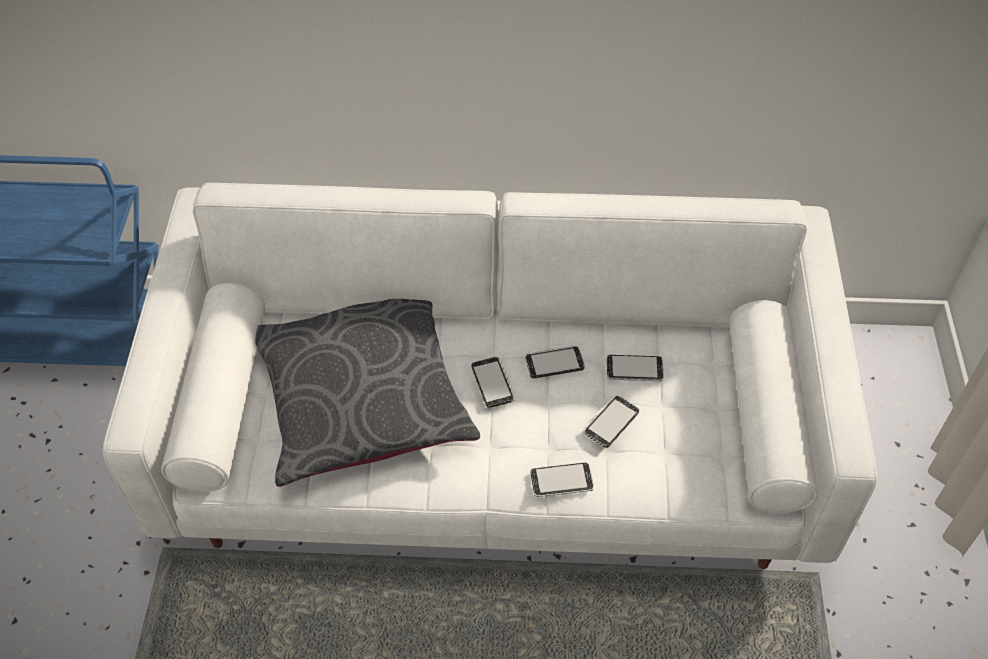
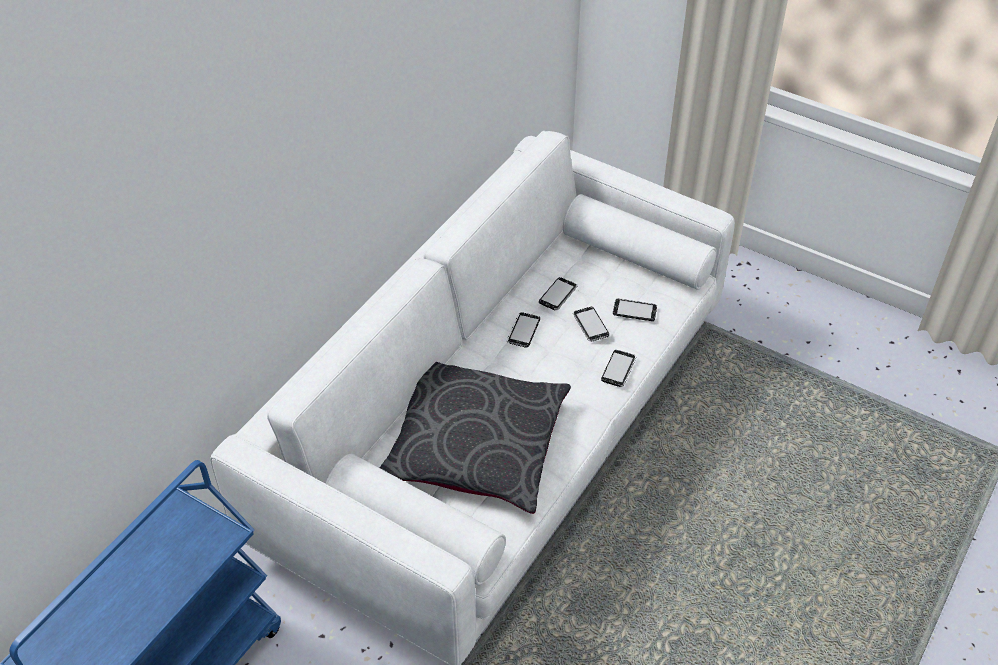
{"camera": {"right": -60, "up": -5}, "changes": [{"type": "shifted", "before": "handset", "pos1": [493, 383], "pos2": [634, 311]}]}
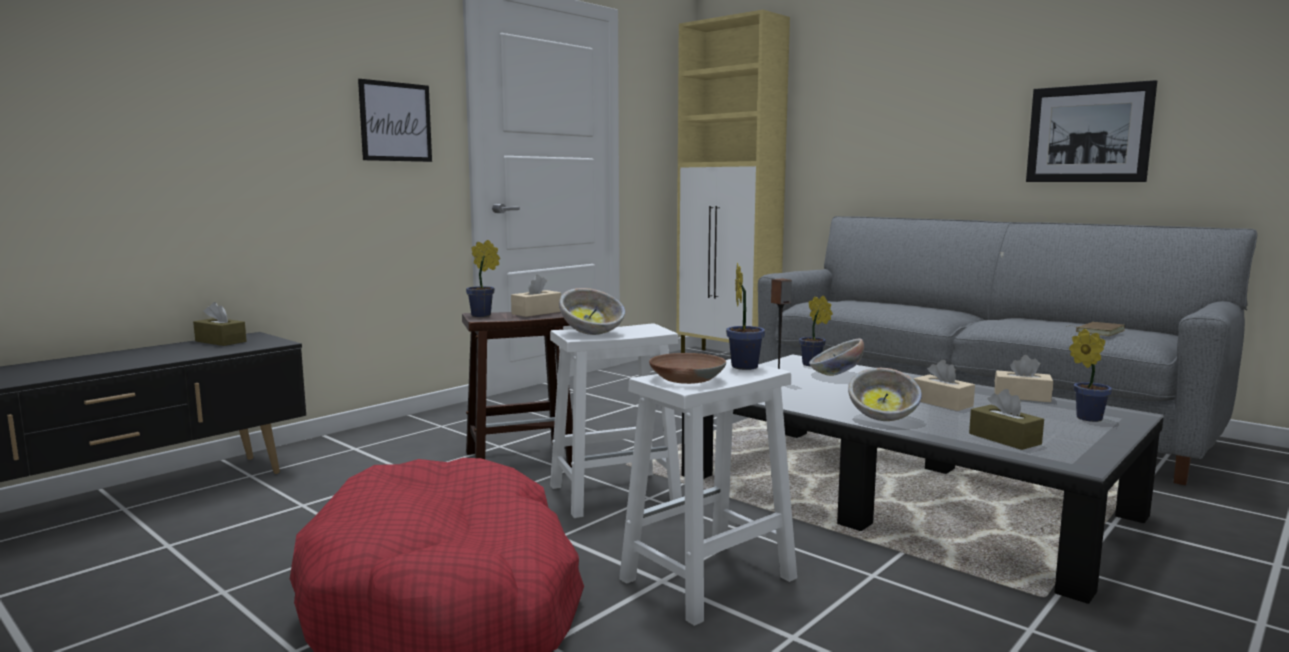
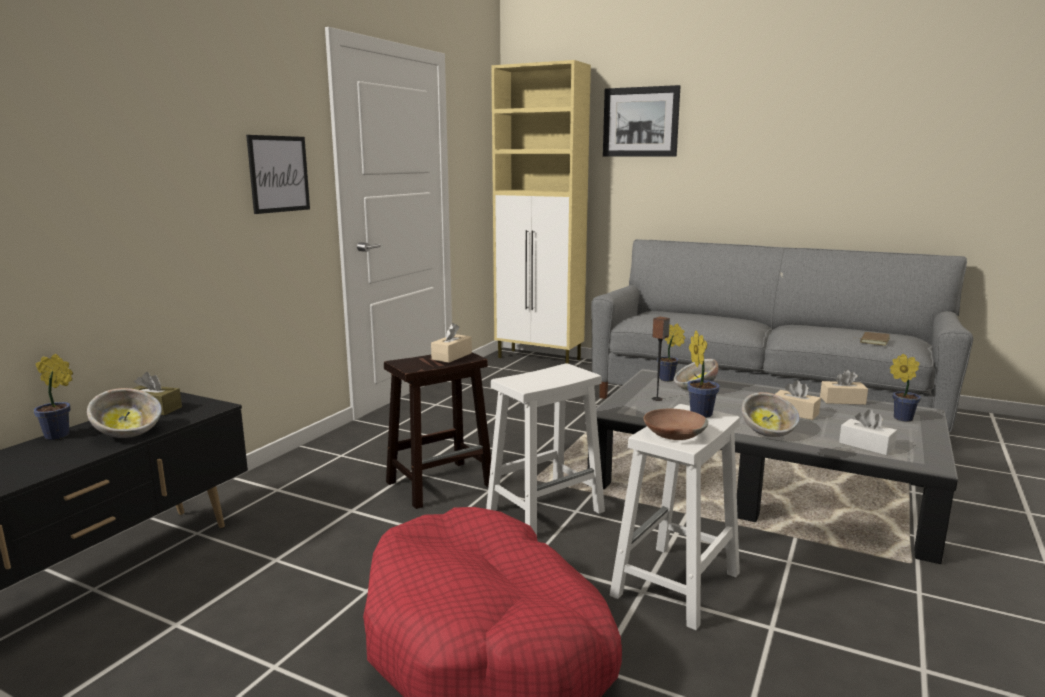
{"camera": {"right": -15, "up": 5}, "changes": [{"type": "shifted", "before": "picture", "pos1": [1088, 134], "pos2": [640, 122]}, {"type": "shifted", "before": "plant in a pot", "pos1": [483, 315], "pos2": [60, 436]}, {"type": "shifted", "before": "deep dish", "pos1": [592, 333], "pos2": [129, 434]}, {"type": "repainted", "before": "tissue holder in brown", "after": "tissue holder in whitish", "pos1": [1004, 439], "pos2": [866, 445]}]}
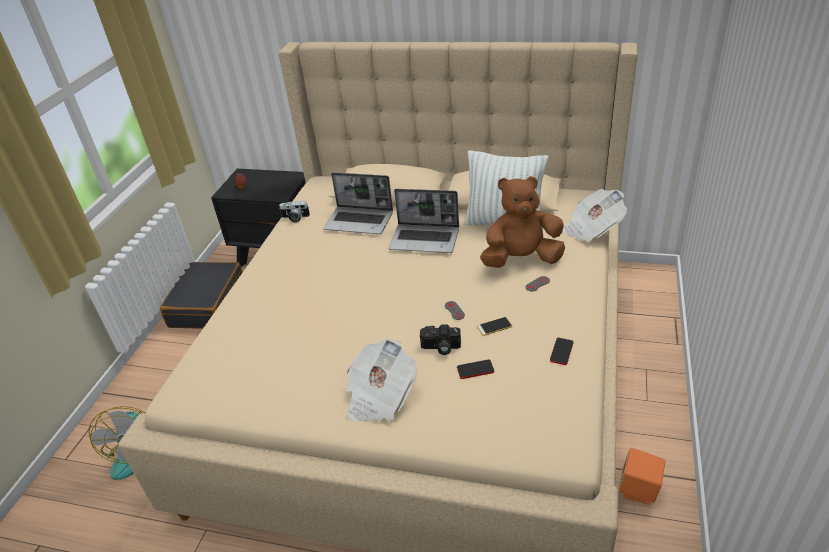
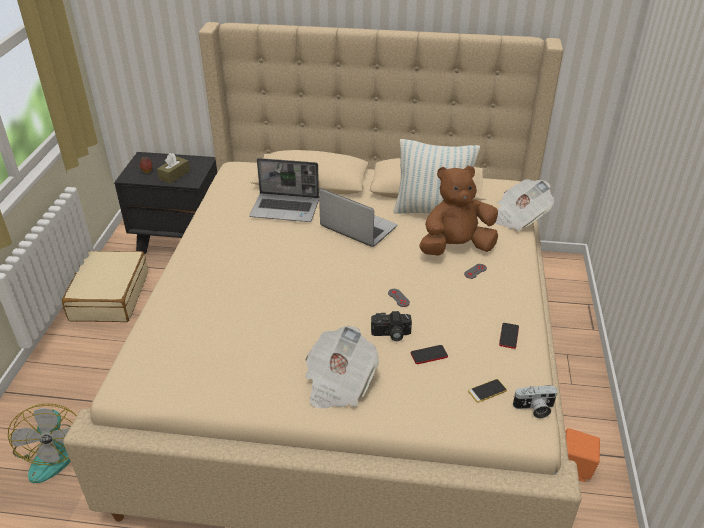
{"camera": {"right": -10, "up": 0}, "changes": [{"type": "rotated", "before": "portable computer", "pos1": [425, 239], "pos2": [357, 227], "turn": -150}, {"type": "shifted", "before": "photo camera", "pos1": [295, 218], "pos2": [534, 409]}, {"type": "repainted", "before": "travel case in black", "after": "travel case in sand-coloured", "pos1": [207, 304], "pos2": [109, 296]}, {"type": "shifted", "before": "handset", "pos1": [494, 326], "pos2": [487, 391]}, {"type": "new", "after": "tissue holder in brown", "pos2": [174, 175]}]}
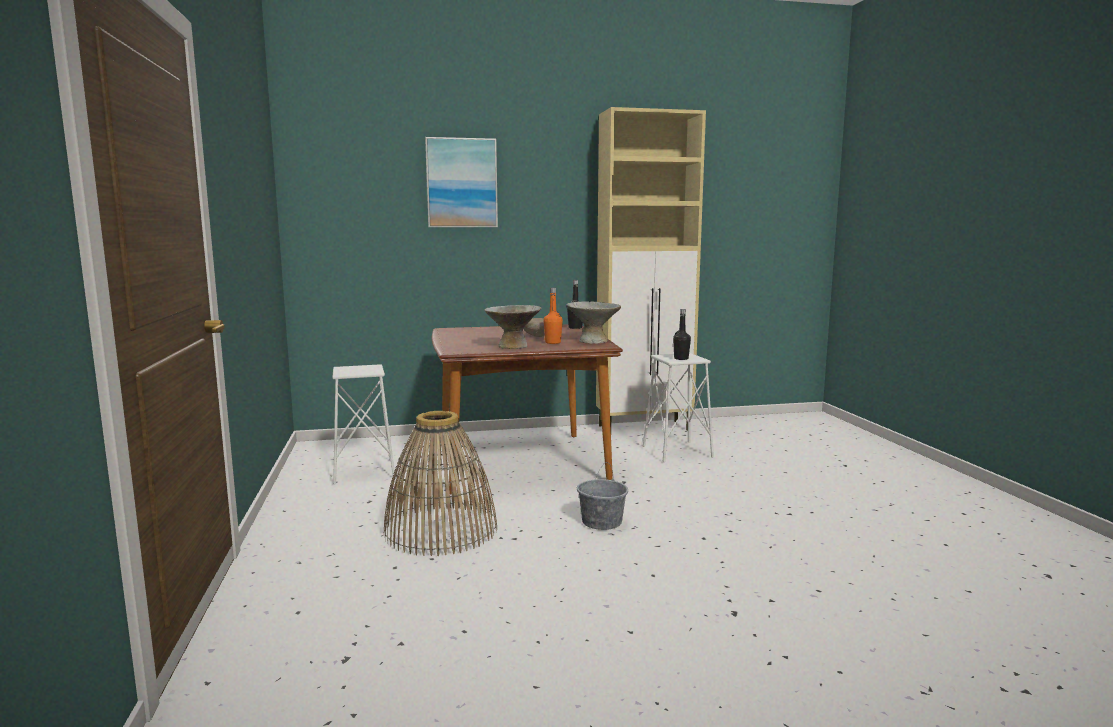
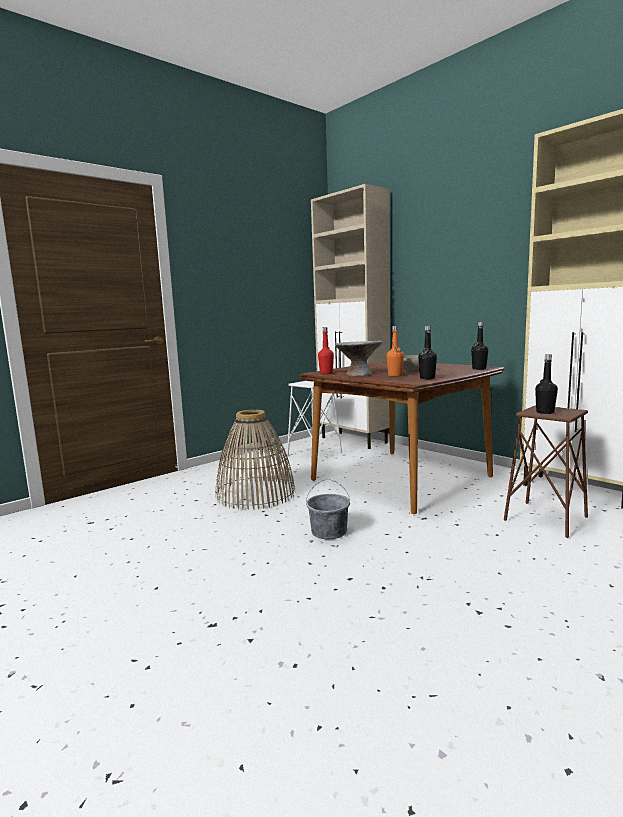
{"camera": {"right": 60, "up": 0}, "changes": [{"type": "gone", "before": "picture", "pos1": [461, 183]}, {"type": "swapped", "before": "deep dish in gray", "after": "beverage bottle in black", "pos1": [593, 341], "pos2": [427, 378]}, {"type": "repainted", "before": "stool seat in whitish", "after": "stool seat in brown", "pos1": [677, 452], "pos2": [545, 519]}, {"type": "new", "after": "storage cabinet in sand-coloured", "pos2": [354, 440]}, {"type": "new", "after": "beverage bottle in red", "pos2": [326, 373]}]}
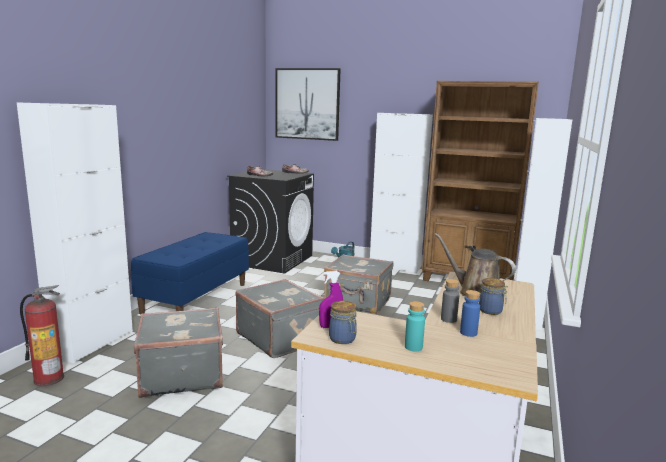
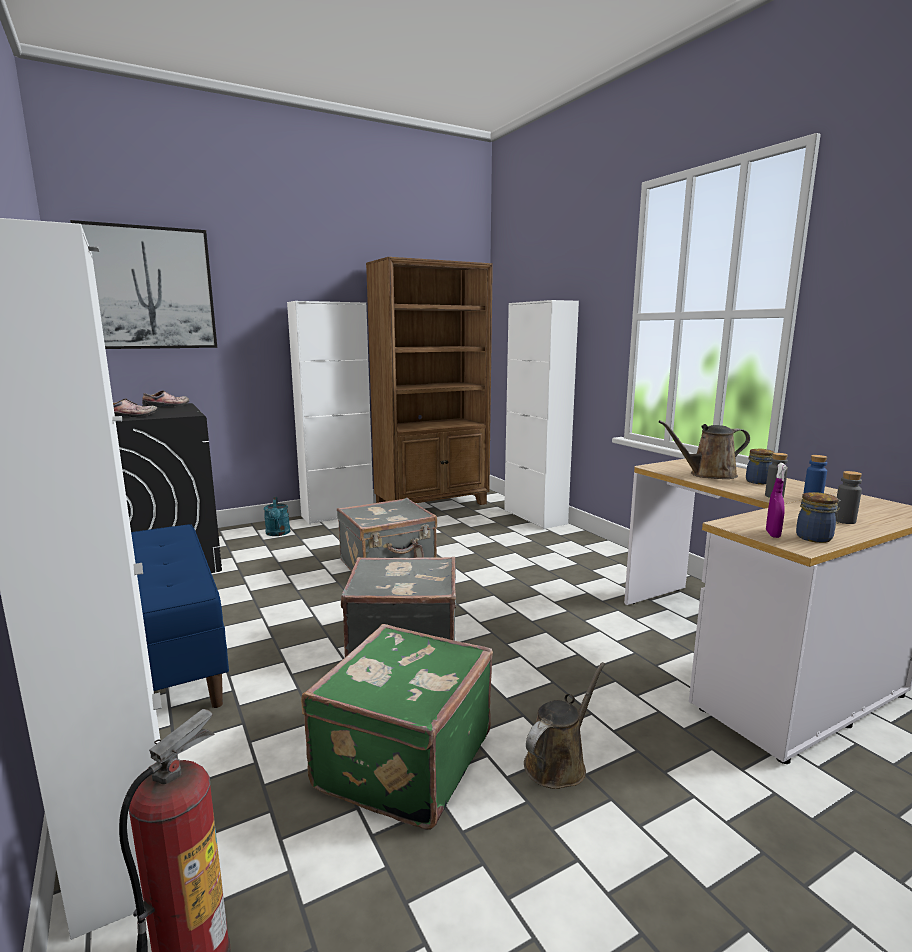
{"camera": {"right": -50, "up": 0}, "changes": [{"type": "repainted", "before": "beverage bottle in blue-green", "after": "beverage bottle in gray", "pos1": [413, 347], "pos2": [844, 521]}, {"type": "repainted", "before": "travel case in gray", "after": "travel case in green-coloured", "pos1": [181, 374], "pos2": [401, 760]}, {"type": "new", "after": "watering pot in brown", "pos2": [558, 763]}]}
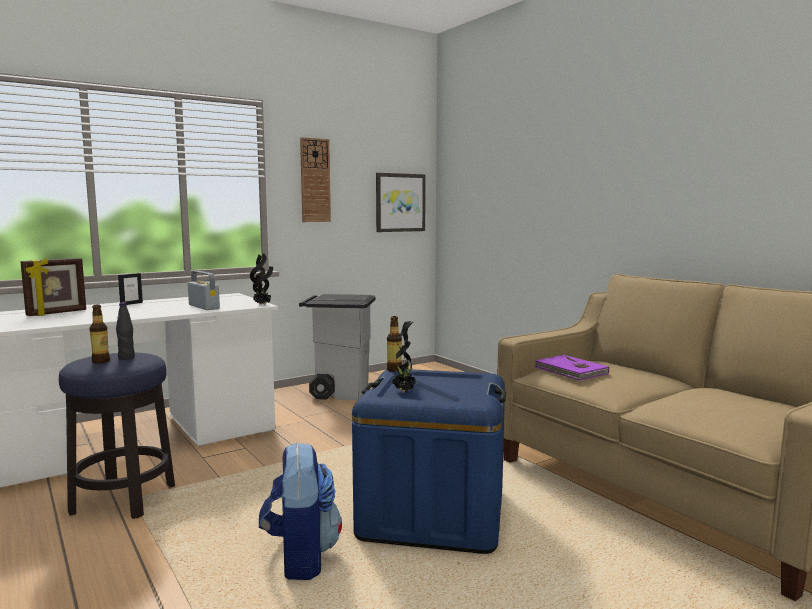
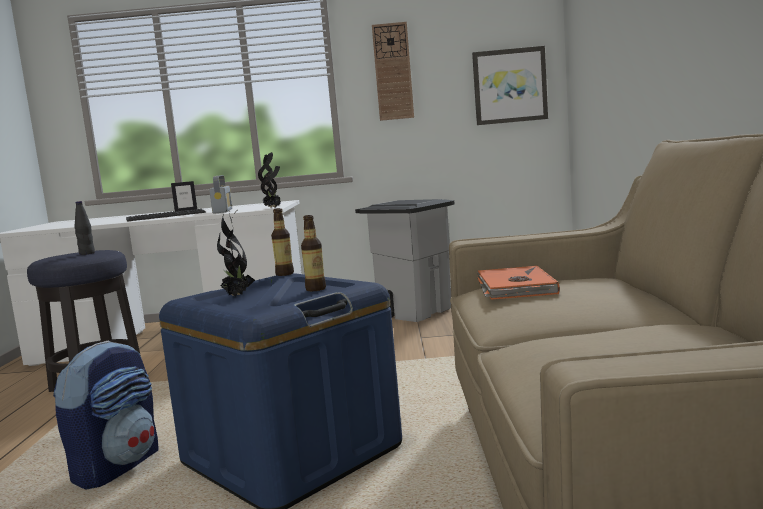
{"camera": {"right": 35, "up": 0}, "changes": [{"type": "gone", "before": "picture frame", "pos1": [57, 313]}, {"type": "shifted", "before": "beverage bottle", "pos1": [101, 361], "pos2": [316, 289]}, {"type": "repainted", "before": "volume in purplish", "after": "volume in orangey", "pos1": [570, 371], "pos2": [514, 287]}, {"type": "new", "after": "computer keyboard", "pos2": [166, 216]}]}
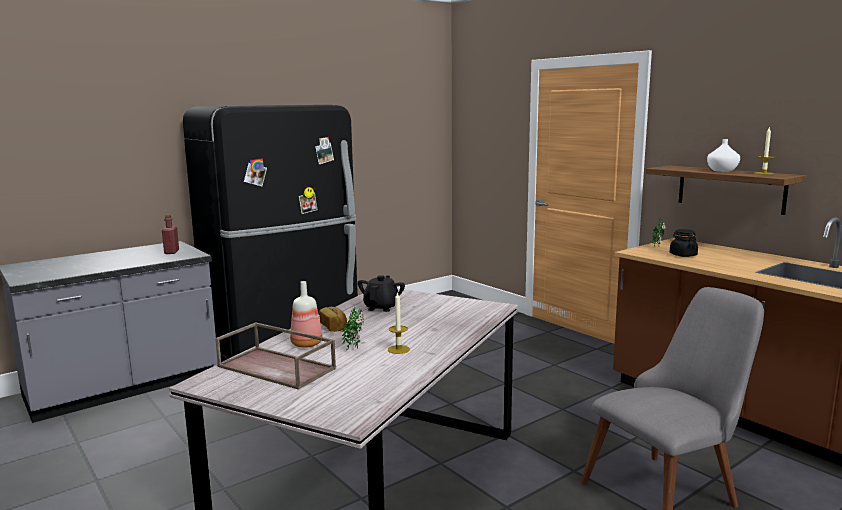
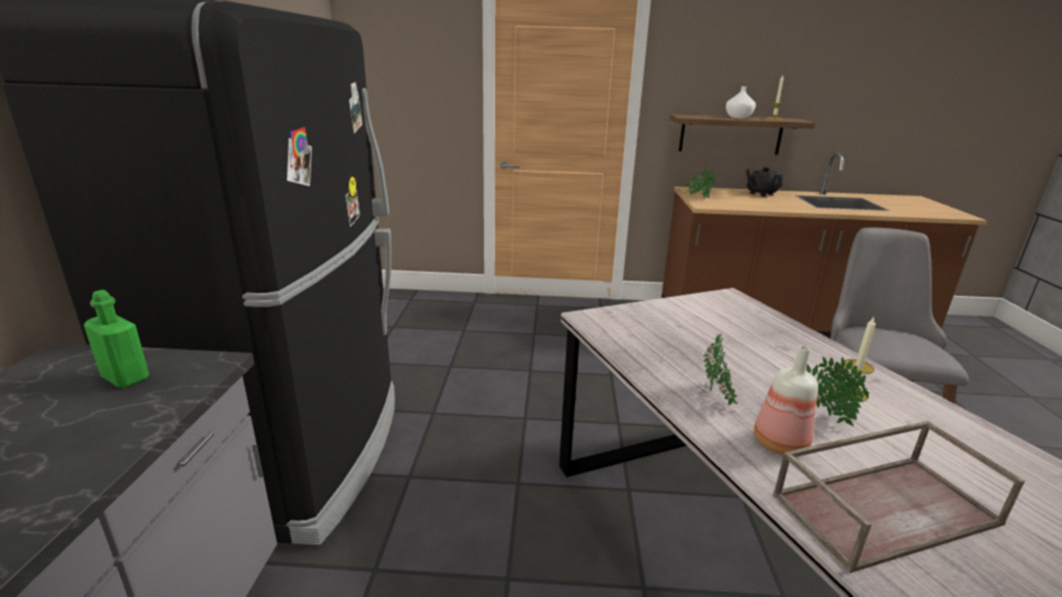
{"camera": {"right": -50, "up": 10}, "changes": [{"type": "repainted", "before": "beverage bottle in red", "after": "beverage bottle in green-coloured", "pos1": [171, 252], "pos2": [125, 378]}, {"type": "gone", "before": "jar in black", "pos1": [683, 255]}, {"type": "shifted", "before": "pot for tea in black", "pos1": [381, 307], "pos2": [761, 193]}, {"type": "swapped", "before": "bread", "after": "plant in a pot", "pos1": [334, 327], "pos2": [716, 397]}]}
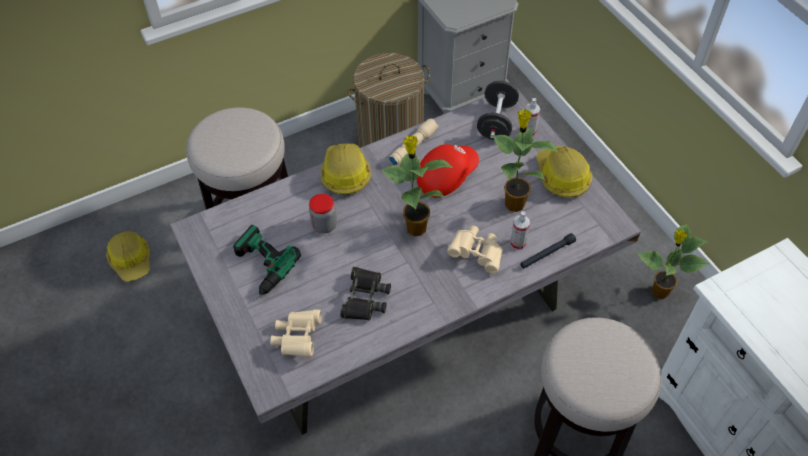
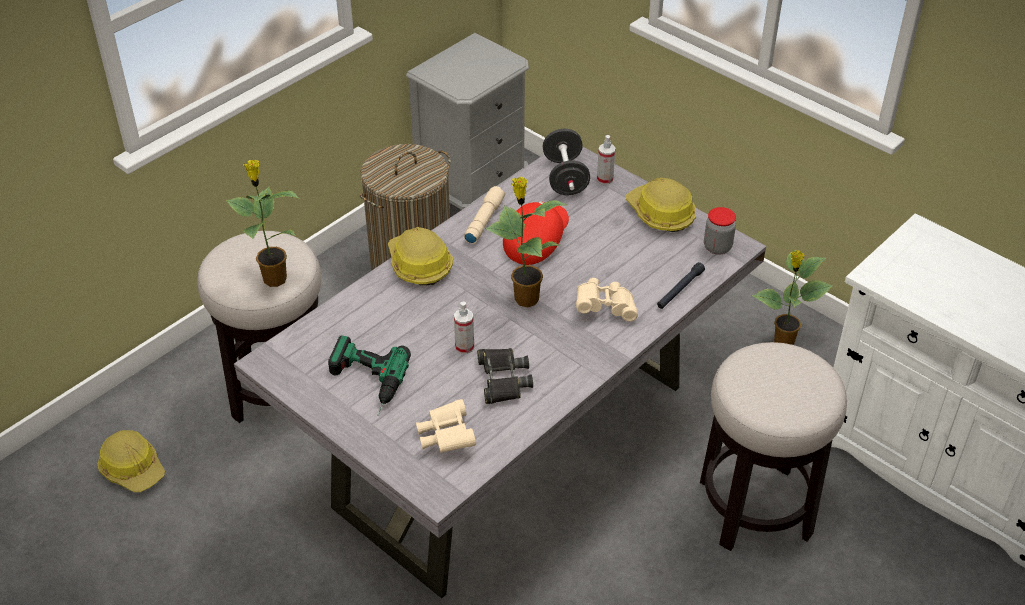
{"camera": {"right": -20, "up": -10}, "changes": [{"type": "shifted", "before": "plant in a pot", "pos1": [514, 203], "pos2": [274, 278]}, {"type": "shifted", "before": "jar", "pos1": [324, 225], "pos2": [717, 247]}, {"type": "shifted", "before": "sprayer", "pos1": [518, 243], "pos2": [464, 347]}]}
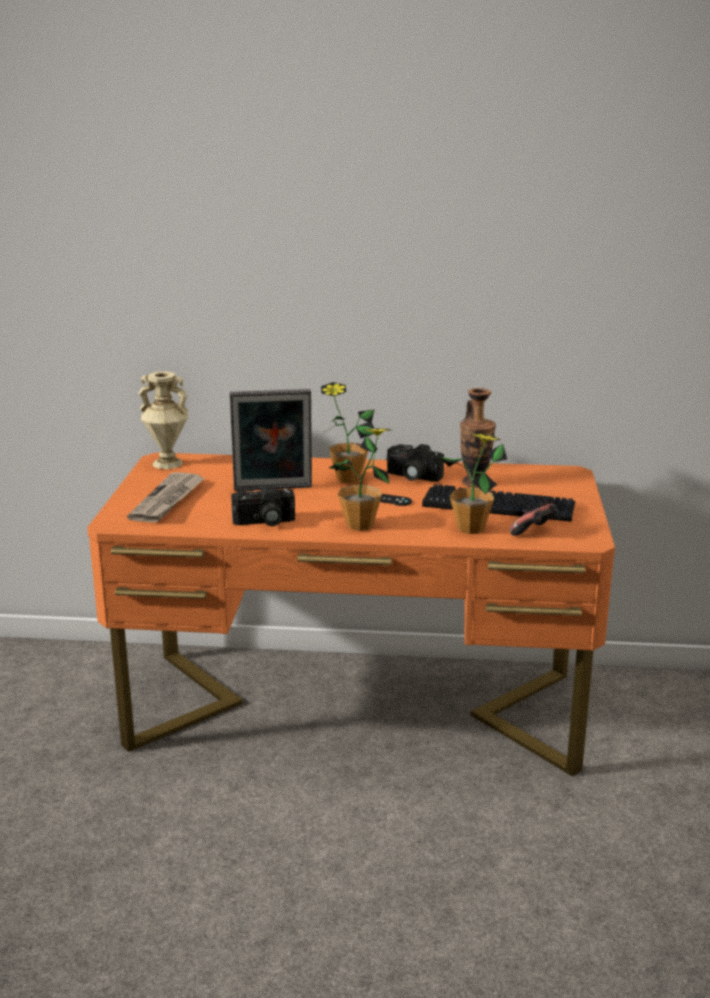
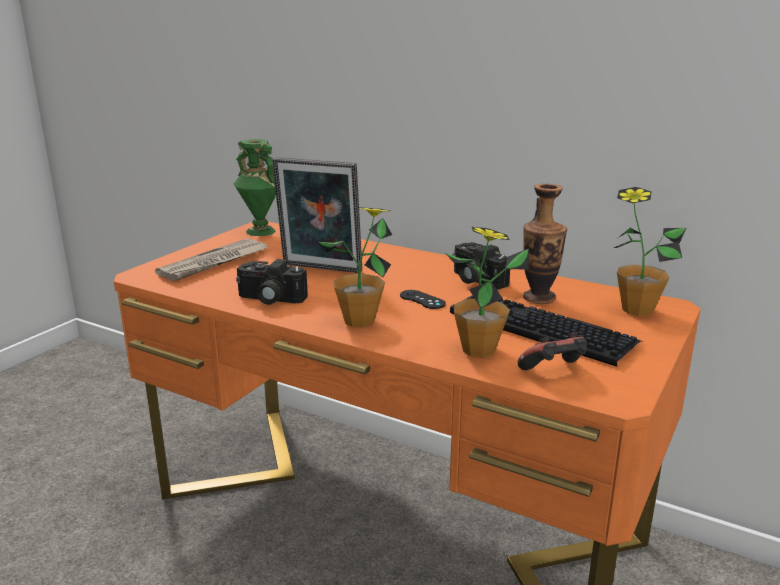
{"camera": {"right": 25, "up": 0}, "changes": [{"type": "repainted", "before": "flower vase in sand-coloured", "after": "flower vase in green-coloured", "pos1": [167, 464], "pos2": [260, 231]}, {"type": "shifted", "before": "plant in a pot", "pos1": [348, 479], "pos2": [637, 310]}]}
